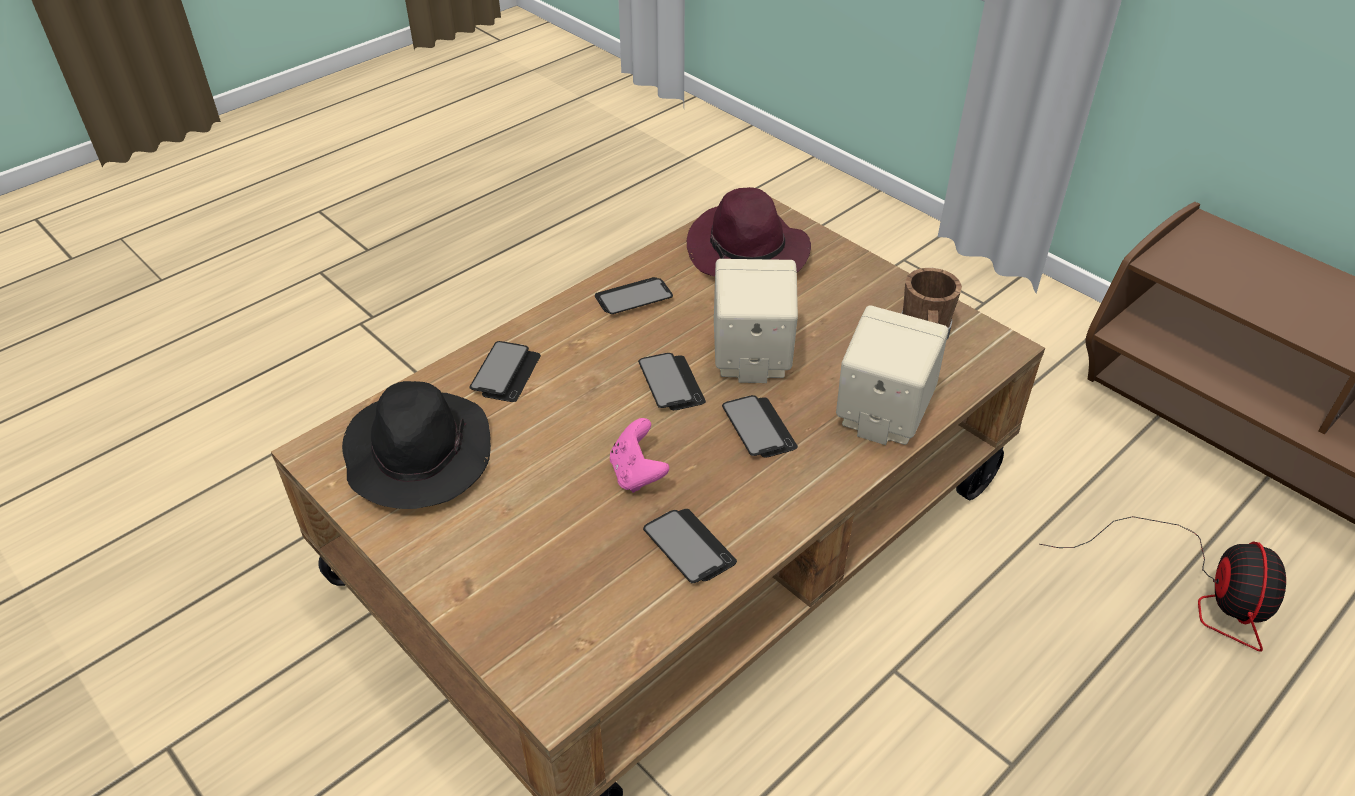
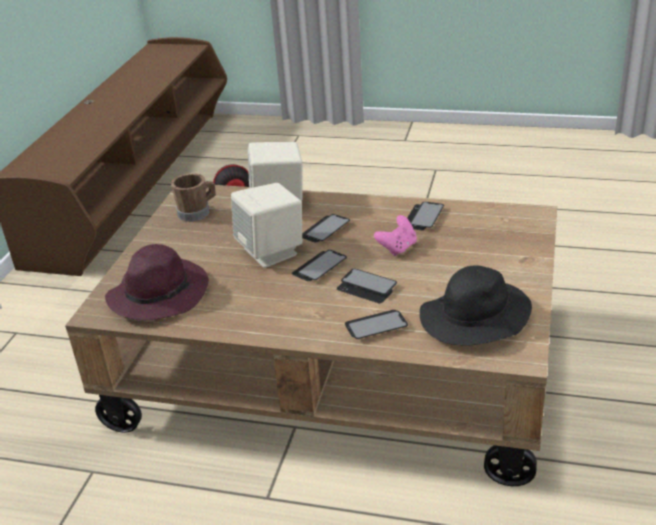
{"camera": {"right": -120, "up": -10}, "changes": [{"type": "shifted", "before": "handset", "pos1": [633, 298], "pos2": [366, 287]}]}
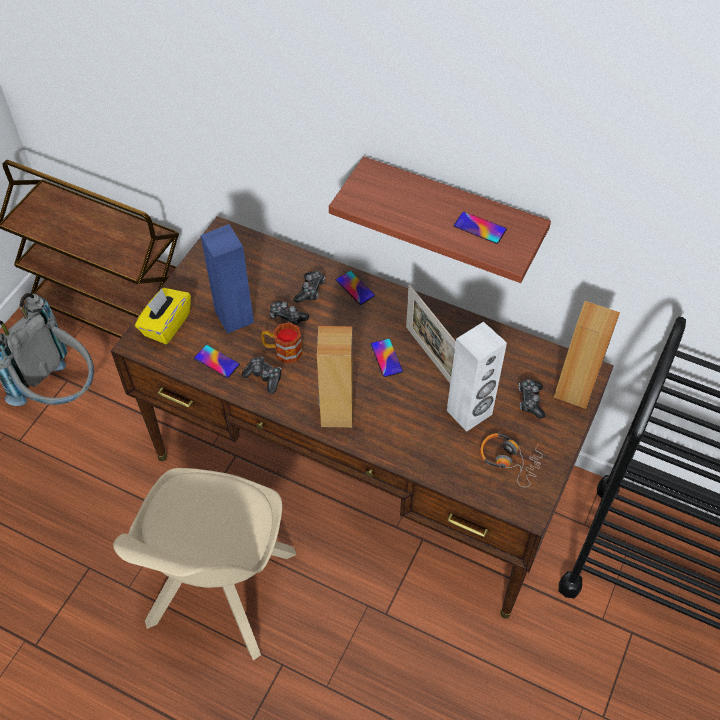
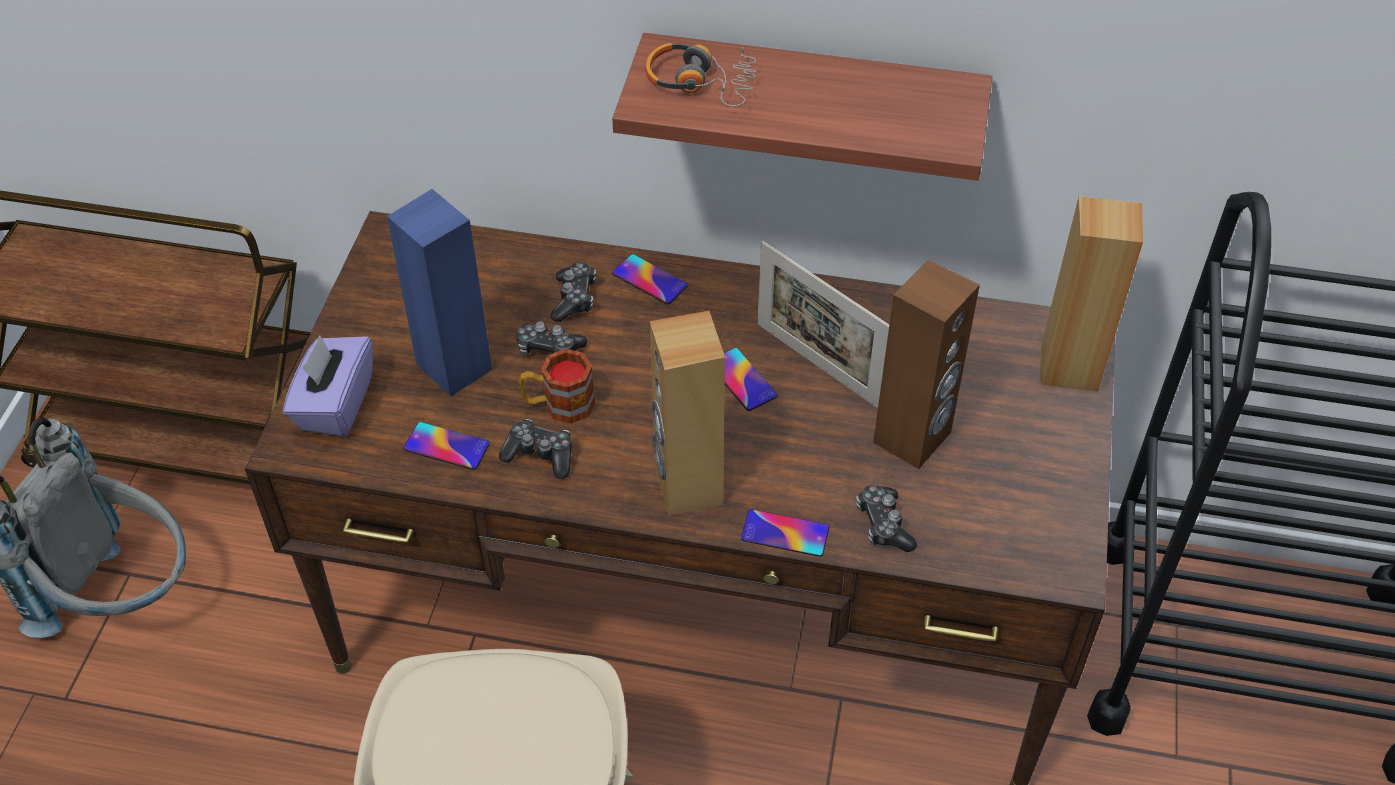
{"camera": {"right": -15, "up": -5}, "changes": [{"type": "shifted", "before": "handset", "pos1": [480, 228], "pos2": [785, 533]}, {"type": "repainted", "before": "tissue holder in yellow", "after": "tissue holder in purplish", "pos1": [166, 325], "pos2": [335, 404]}, {"type": "repainted", "before": "speaker in whitish", "after": "speaker in brown", "pos1": [469, 413], "pos2": [913, 438]}, {"type": "shifted", "before": "joypad", "pos1": [530, 401], "pos2": [883, 525]}, {"type": "shifted", "before": "pair of headphones", "pos1": [509, 460], "pos2": [701, 82]}]}
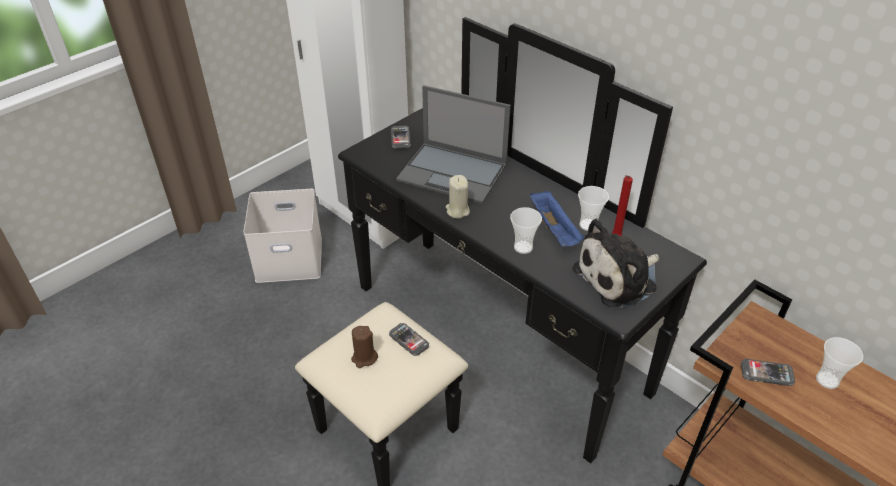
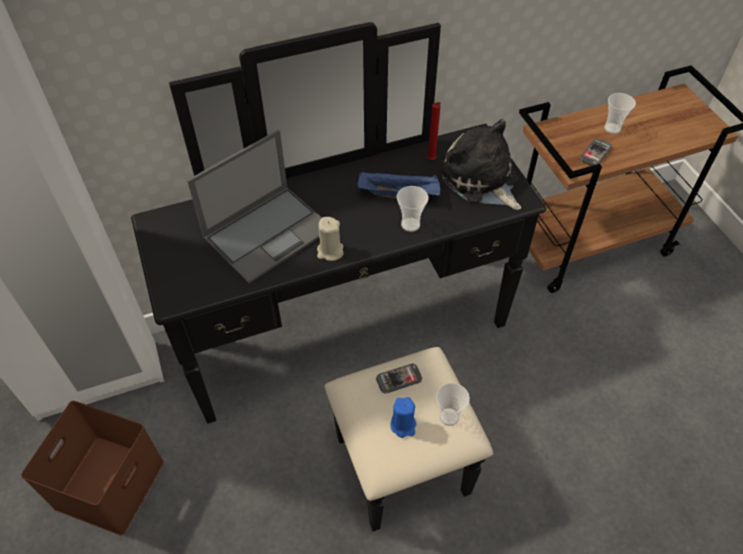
{"camera": {"right": -65, "up": 10}, "changes": [{"type": "gone", "before": "handset", "pos1": [400, 138]}, {"type": "shifted", "before": "cup", "pos1": [588, 225], "pos2": [449, 417]}, {"type": "repainted", "before": "storage container in whitish", "after": "storage container in brown", "pos1": [291, 257], "pos2": [109, 481]}, {"type": "rotated", "before": "soft toy", "pos1": [619, 278], "pos2": [481, 181], "turn": 150}, {"type": "repainted", "before": "wax candle in brown", "after": "wax candle in blue-coloured", "pos1": [364, 358], "pos2": [403, 425]}]}
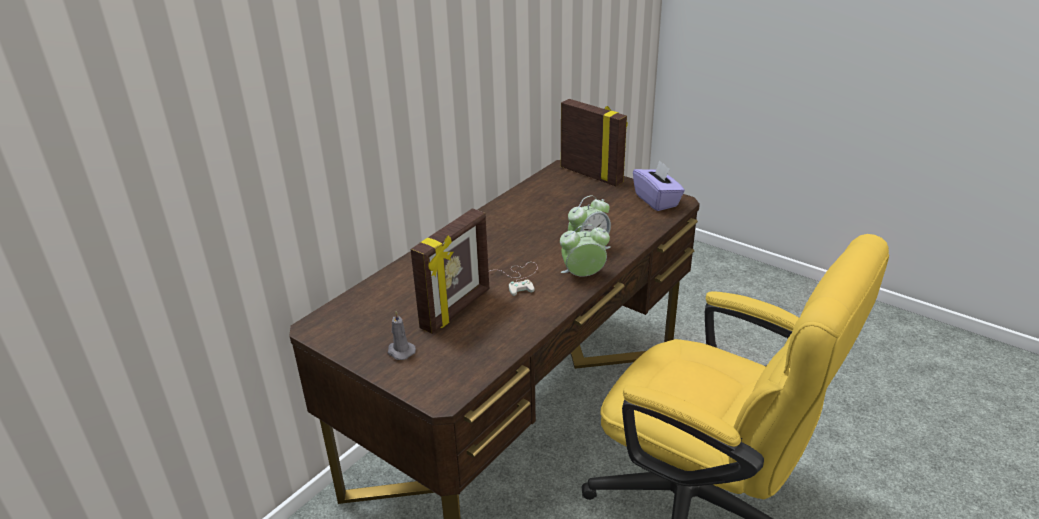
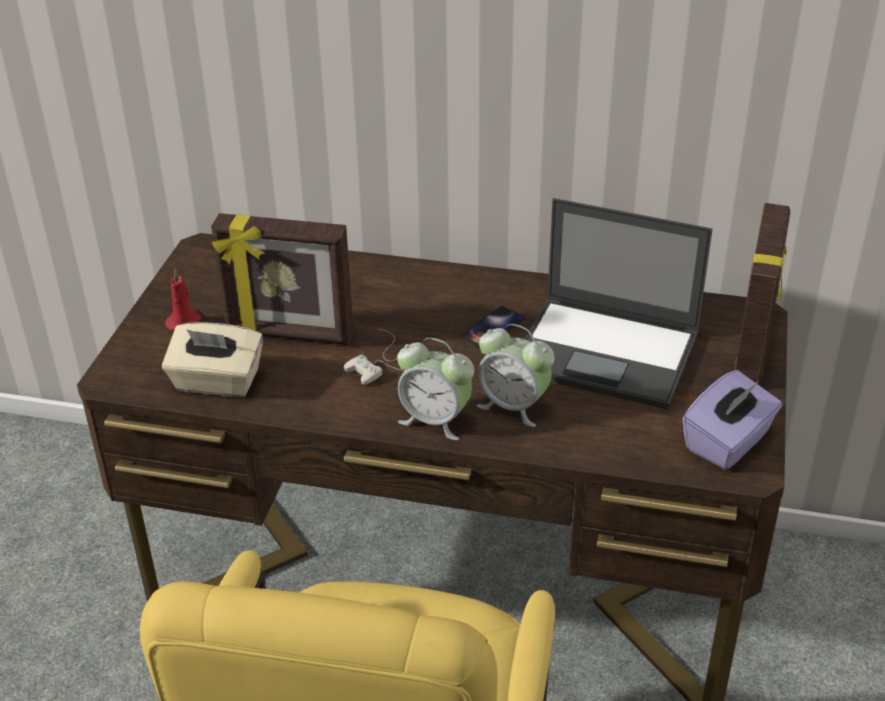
{"camera": {"right": 65, "up": 5}, "changes": [{"type": "rotated", "before": "bedside clock", "pos1": [583, 275], "pos2": [435, 420], "turn": 150}, {"type": "repainted", "before": "wax candle in gray", "after": "wax candle in red", "pos1": [400, 351], "pos2": [185, 321]}, {"type": "new", "after": "portable computer", "pos2": [608, 353]}, {"type": "new", "after": "handset", "pos2": [493, 328]}, {"type": "new", "after": "tissue holder in sand-coloured", "pos2": [217, 382]}]}
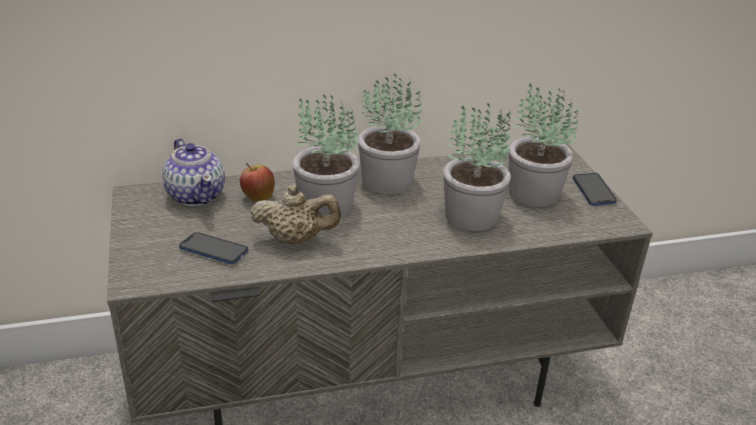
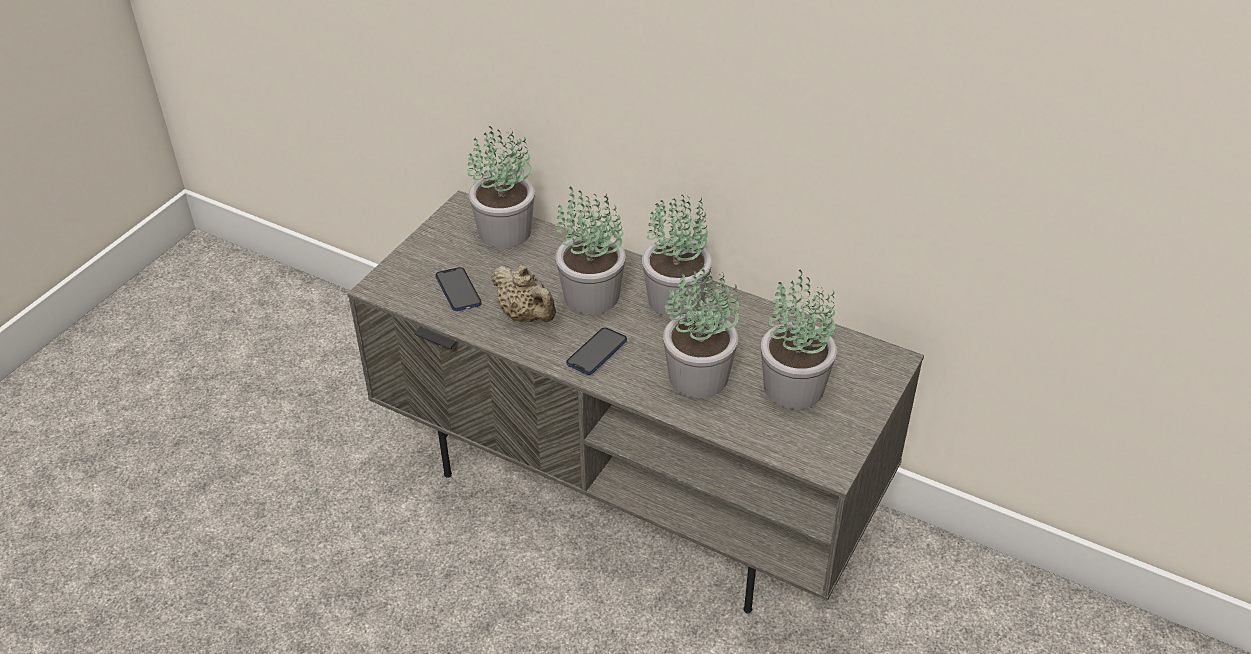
{"camera": {"right": 45, "up": 10}, "changes": [{"type": "swapped", "before": "pot for tea", "after": "plant in a pot", "pos1": [196, 195], "pos2": [506, 231]}, {"type": "gone", "before": "apple fruit", "pos1": [258, 197]}, {"type": "shifted", "before": "handset", "pos1": [593, 190], "pos2": [596, 352]}]}
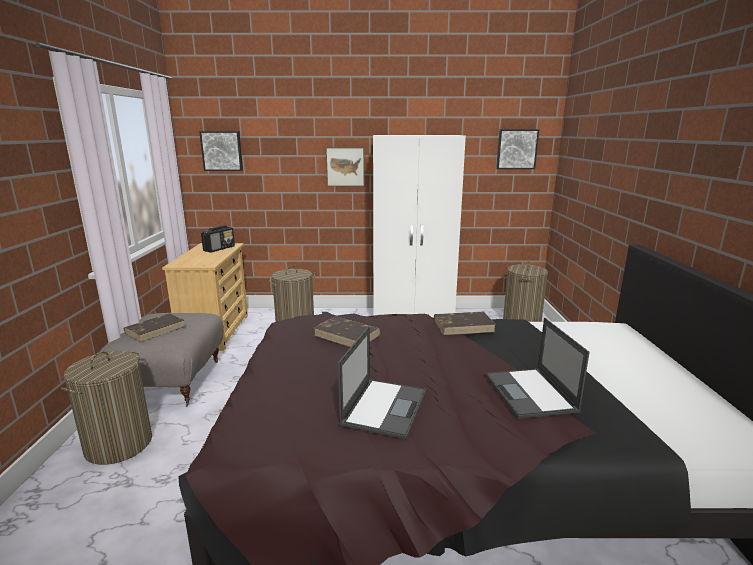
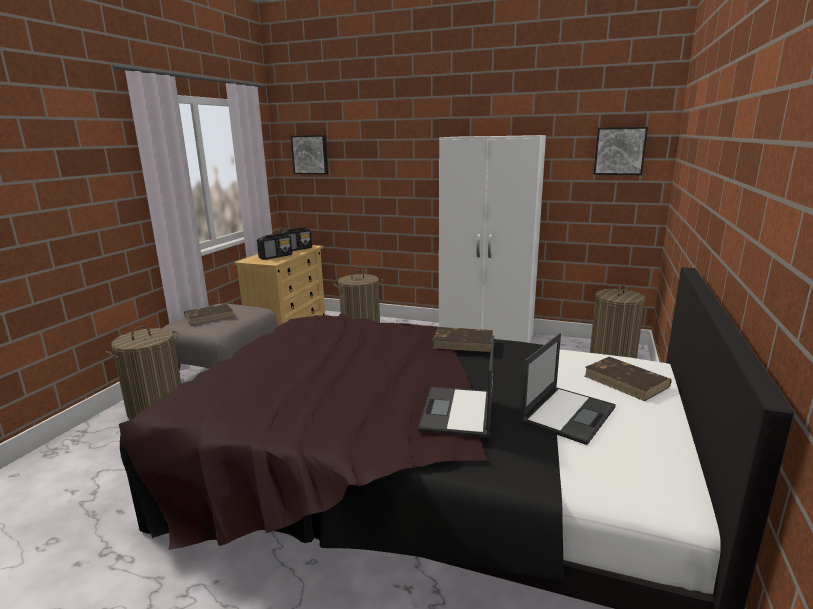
{"camera": {"right": 20, "up": 0}, "changes": [{"type": "gone", "before": "picture", "pos1": [345, 166]}, {"type": "shifted", "before": "volume in brown", "pos1": [347, 335], "pos2": [626, 381]}, {"type": "shifted", "before": "portable computer", "pos1": [384, 407], "pos2": [568, 414]}, {"type": "new", "after": "radio", "pos2": [276, 256]}]}
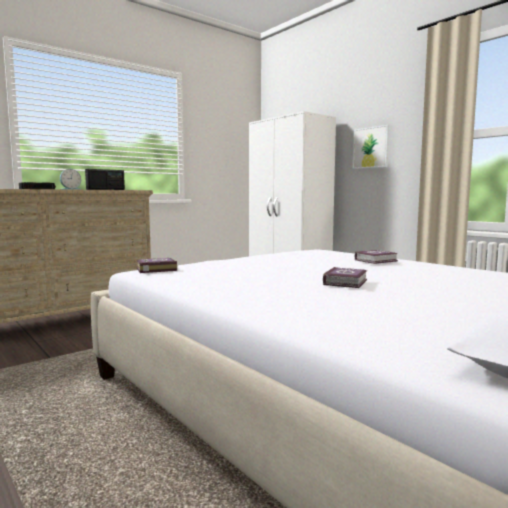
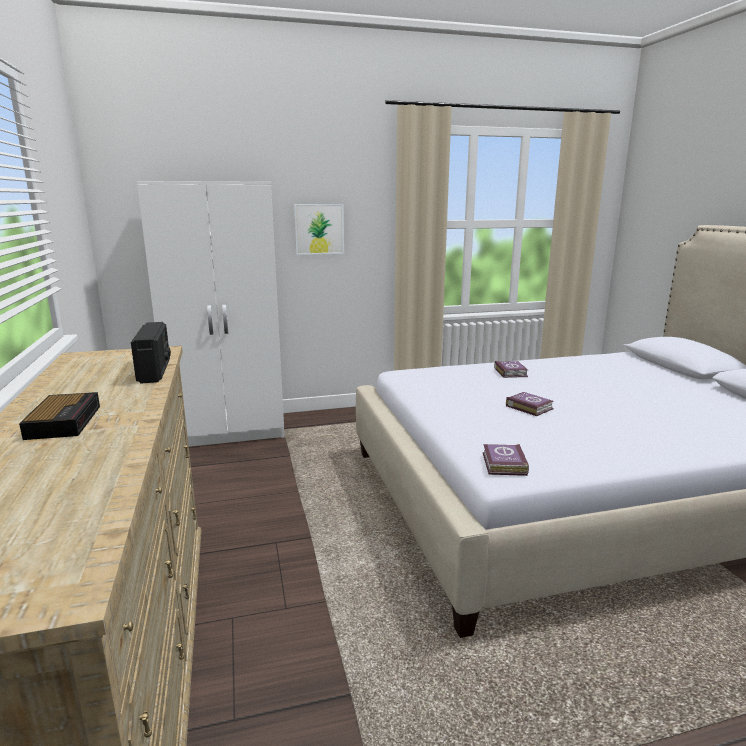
{"camera": {"right": -65, "up": 10}, "changes": [{"type": "gone", "before": "bedside clock", "pos1": [70, 189]}, {"type": "shifted", "before": "volume", "pos1": [346, 282], "pos2": [528, 407]}]}
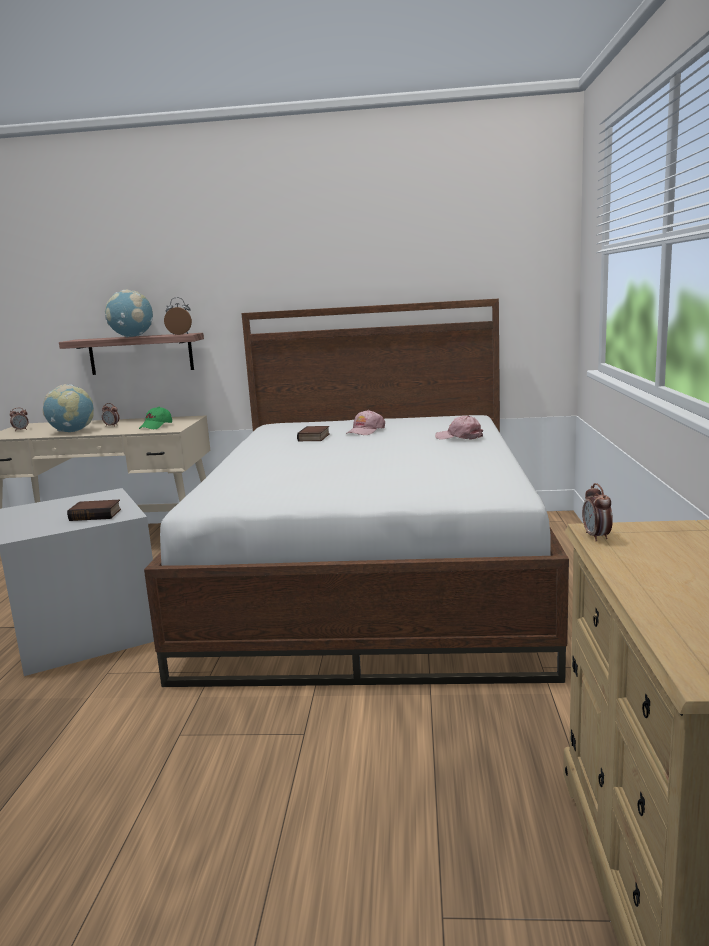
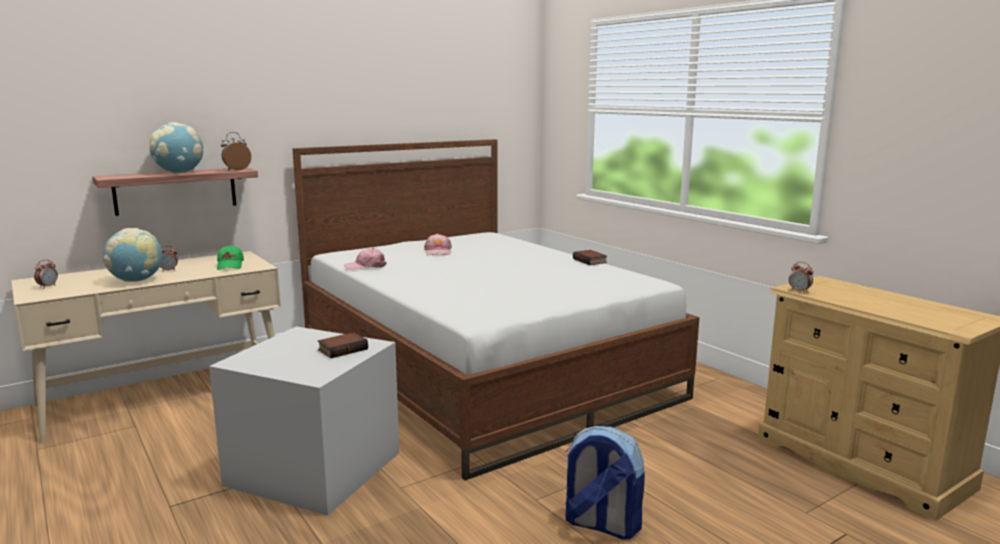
{"camera": {"right": -40, "up": 0}, "changes": [{"type": "shifted", "before": "peaked cap in pink-coloured", "pos1": [459, 437], "pos2": [365, 266]}, {"type": "shifted", "before": "volume", "pos1": [315, 437], "pos2": [591, 261]}, {"type": "new", "after": "knapsack", "pos2": [600, 525]}]}
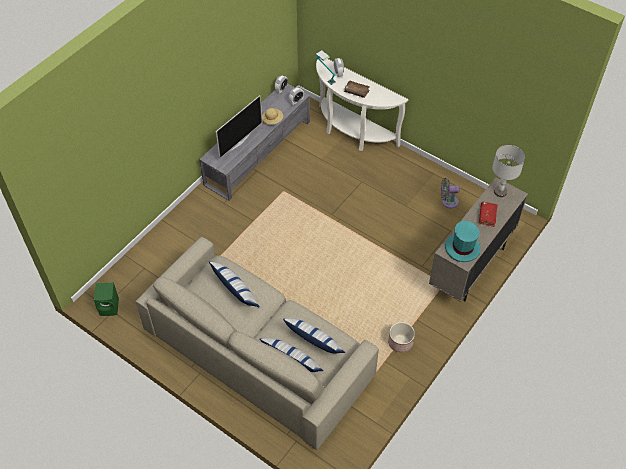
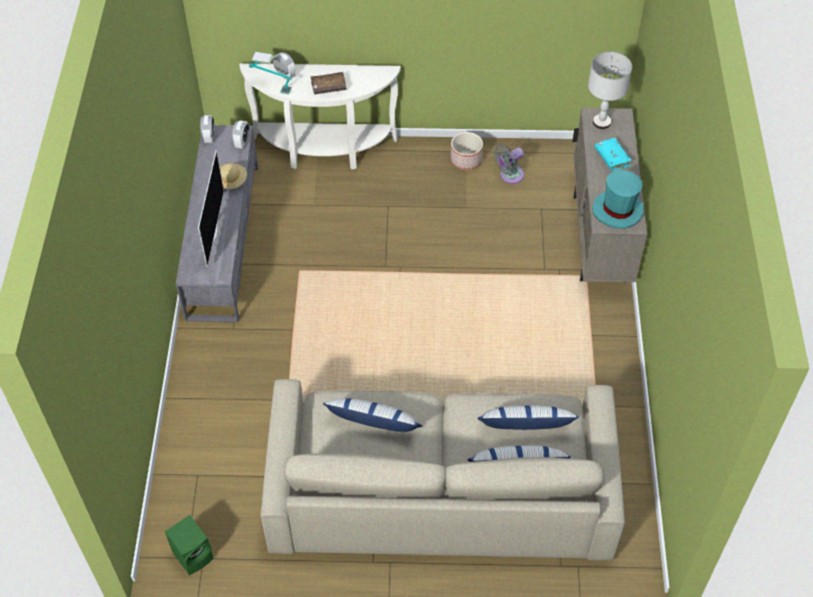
{"camera": {"right": -35, "up": 0}, "changes": [{"type": "repainted", "before": "volume in red", "after": "volume in blue-green", "pos1": [487, 216], "pos2": [612, 158]}, {"type": "shifted", "before": "flower pot", "pos1": [400, 342], "pos2": [466, 160]}]}
